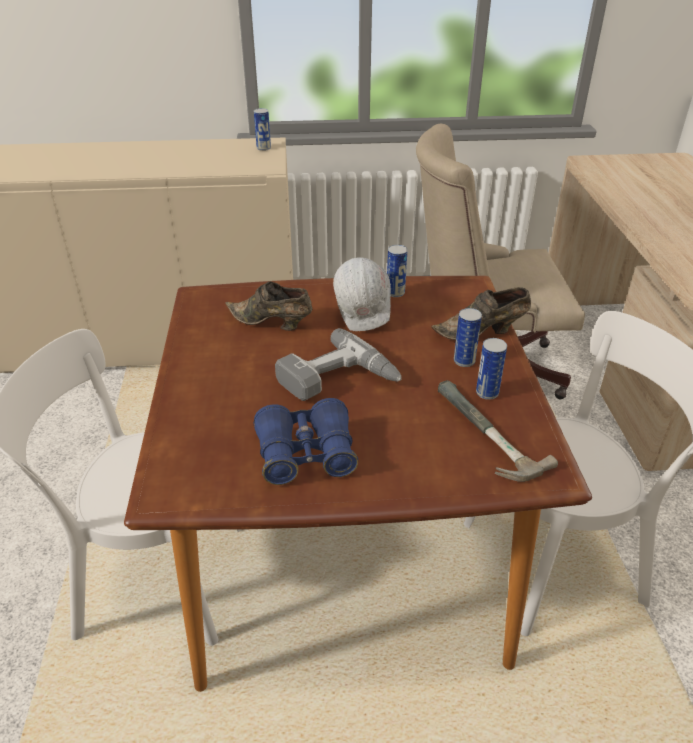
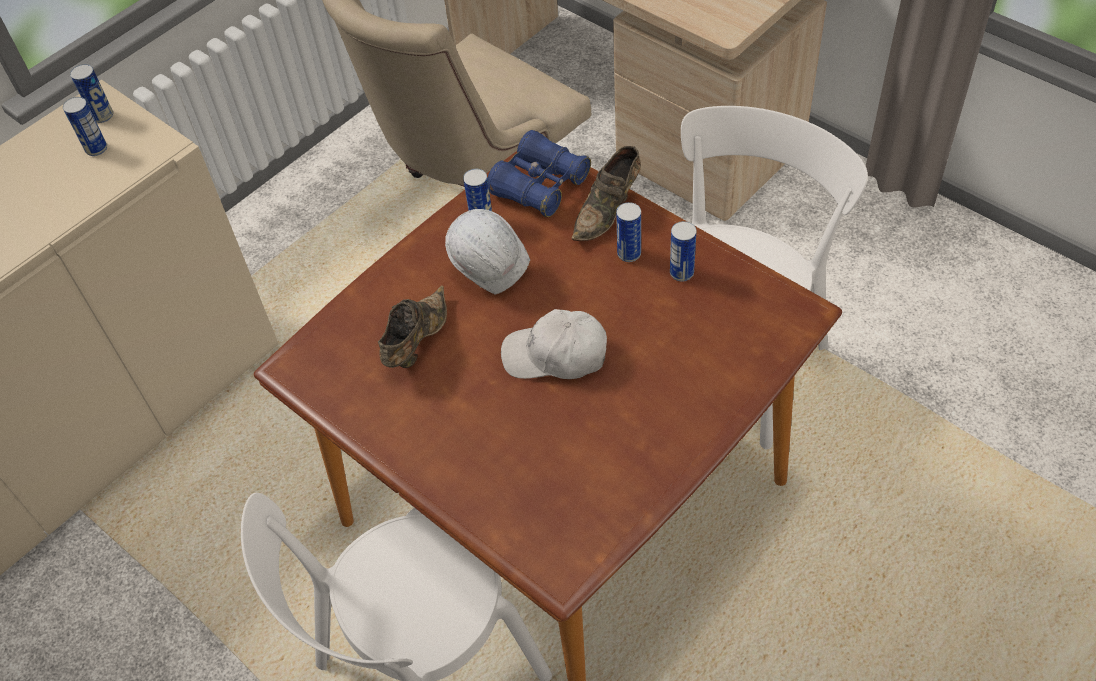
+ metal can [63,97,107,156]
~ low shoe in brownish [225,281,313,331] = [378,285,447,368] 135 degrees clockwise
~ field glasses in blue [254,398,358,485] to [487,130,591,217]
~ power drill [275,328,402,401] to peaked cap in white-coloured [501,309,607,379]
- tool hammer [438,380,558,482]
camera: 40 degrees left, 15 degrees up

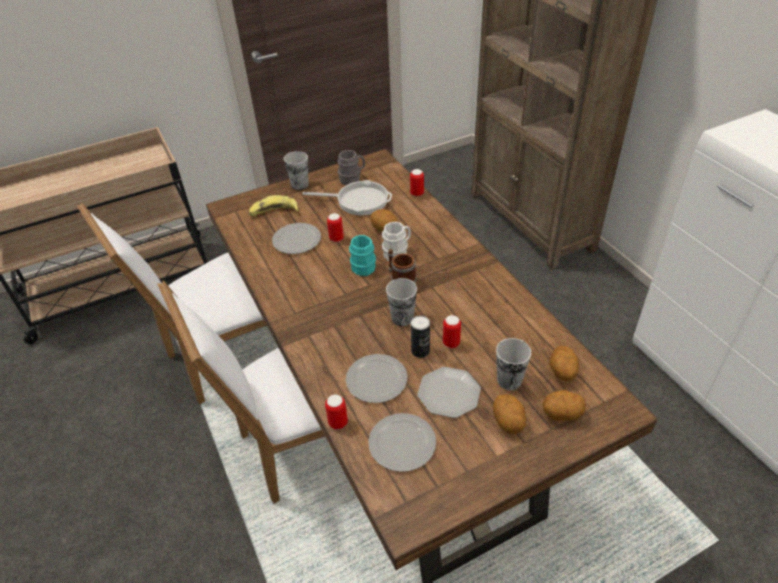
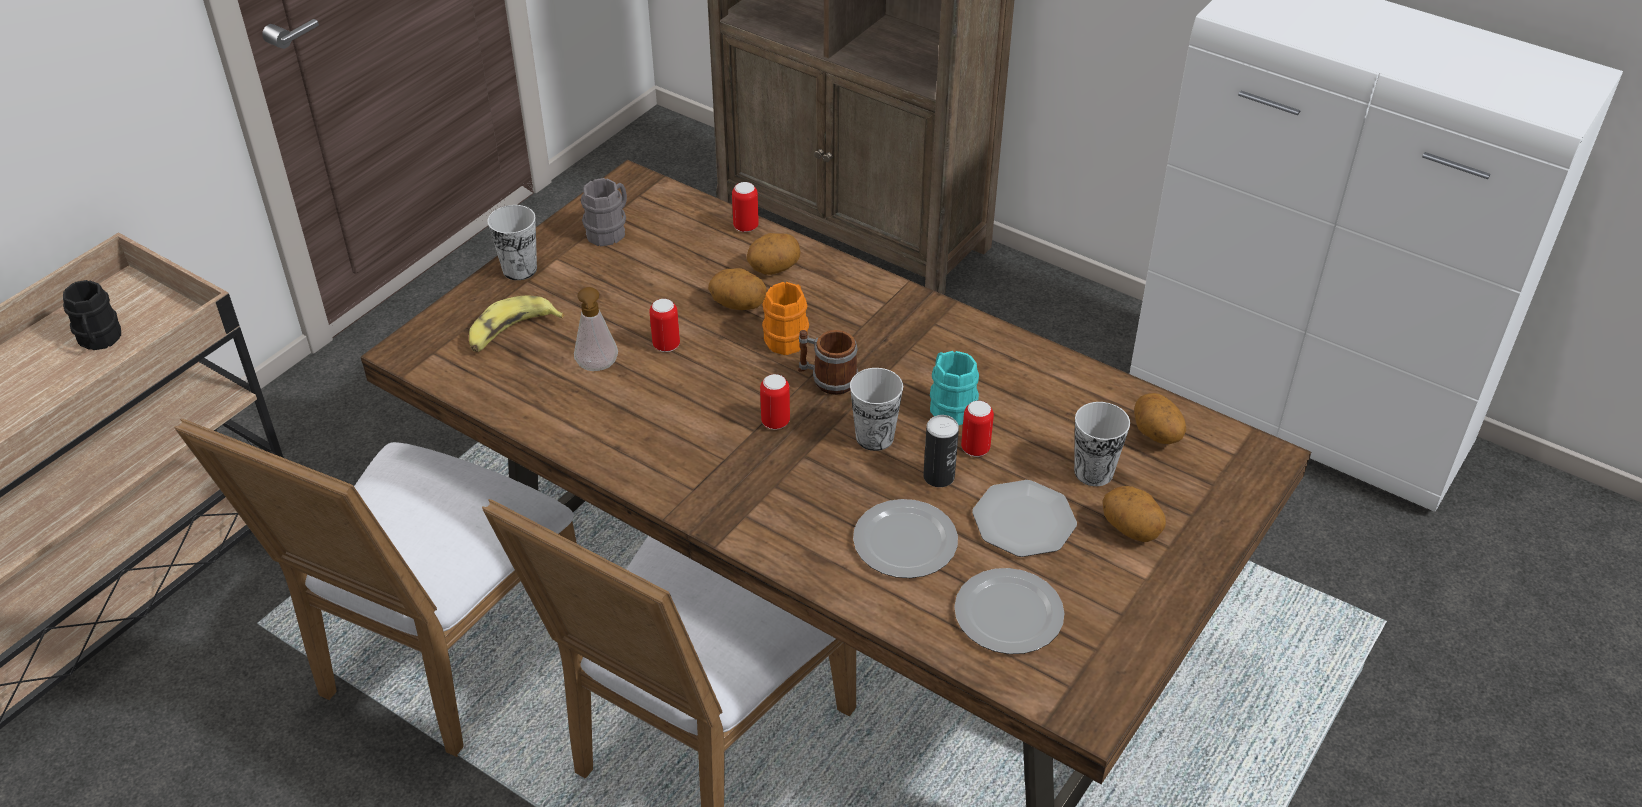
+ tea mug in black-coloured [63,280,121,350]
~ dinner plate [272,223,321,254] to soap dispenser [574,287,618,371]
~ whole potato [542,390,586,421] to [747,233,800,275]
~ metal can [325,394,348,429] to [760,374,790,430]
~ tea mug in white-coloured [382,222,411,261] to tea mug in orange-coloured [762,282,809,355]
~ tea mug in blue-green [349,235,376,276] to [930,351,979,425]
- pan [303,180,392,215]
camera: 30 degrees left, 0 degrees up

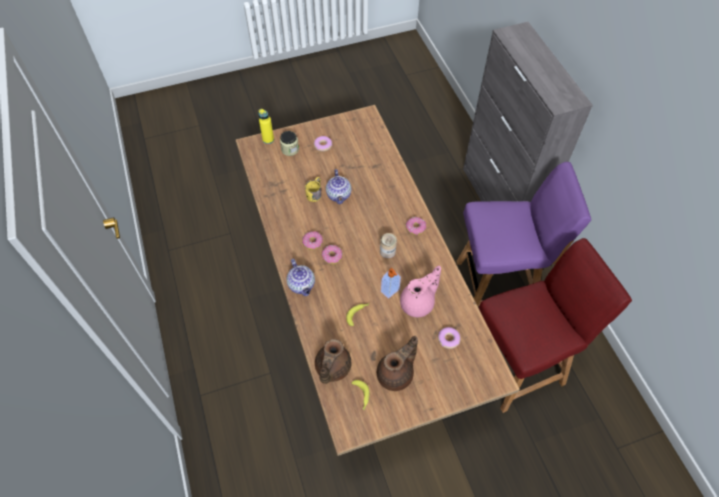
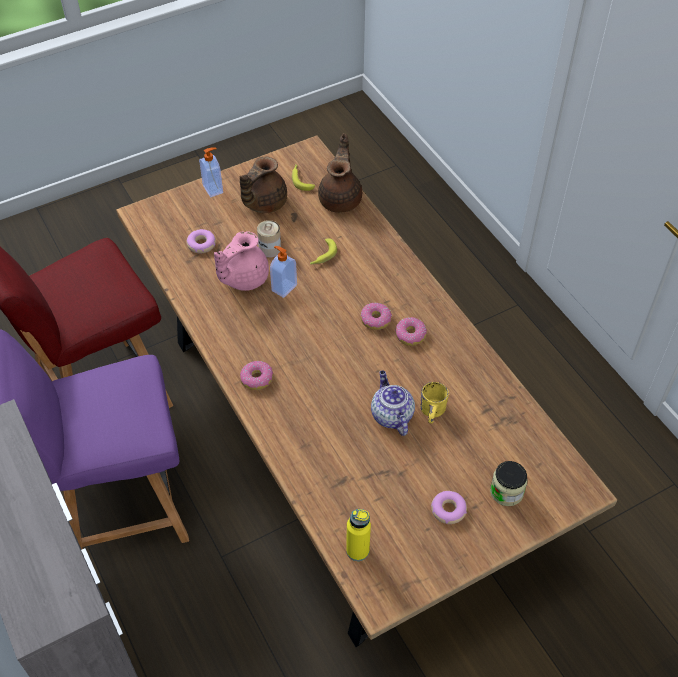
+ soap dispenser [199,147,223,197]
~ metal can [380,233,397,258] to [257,220,281,258]
~ beverage bottle in yellowish [259,109,274,144] to [346,509,371,561]
- pot for tea [287,259,315,296]
camera: 170 degrees right, 5 degrees down

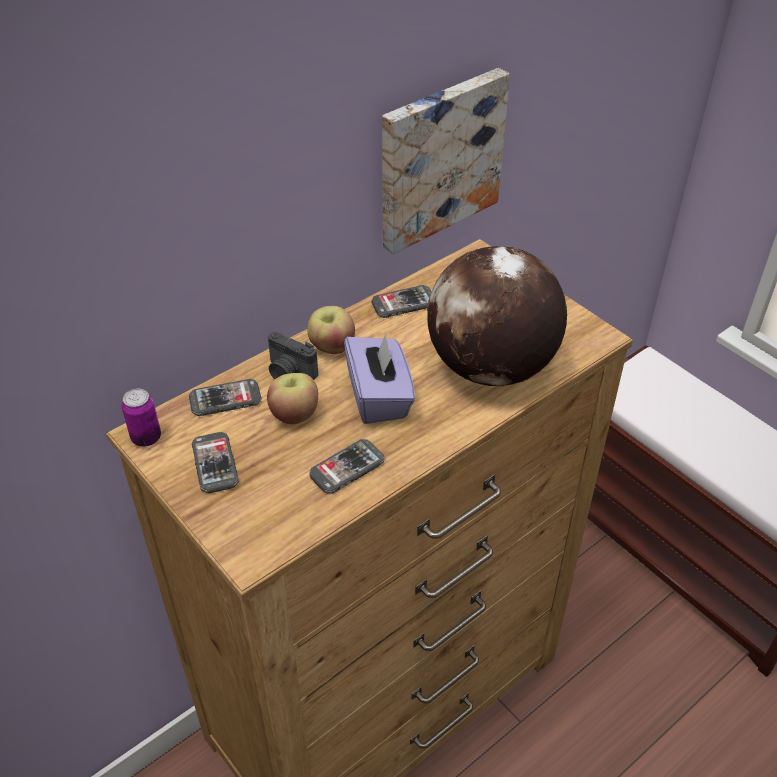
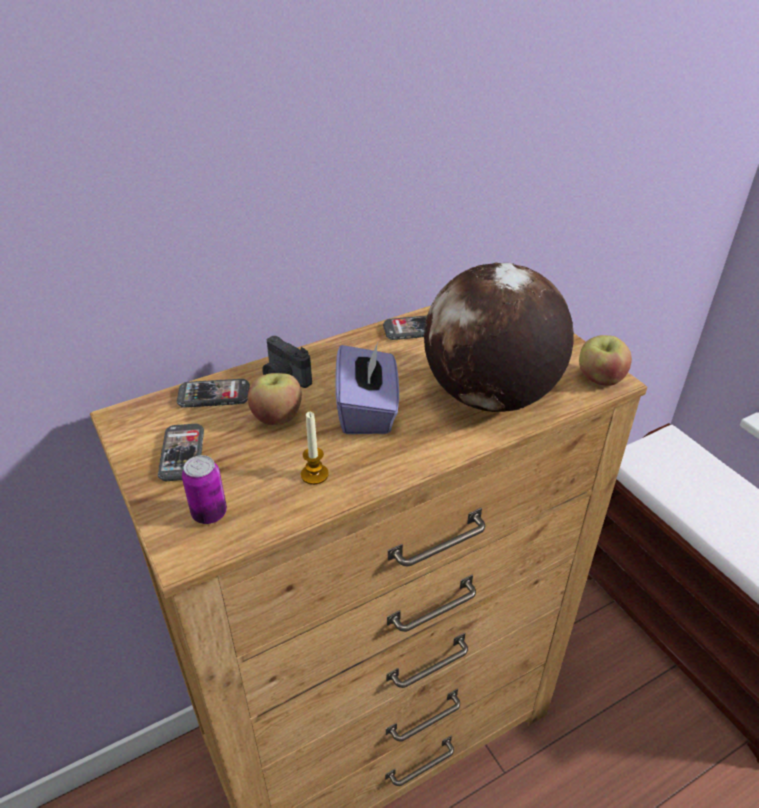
~ metal can [122,389,161,447] to [182,455,227,524]
~ handset [309,439,384,494] to wax light [301,412,329,485]
~ apple fruit [307,306,355,354] to [579,335,632,386]
- wall picture [382,68,510,254]
camera: 10 degrees right, 5 degrees down

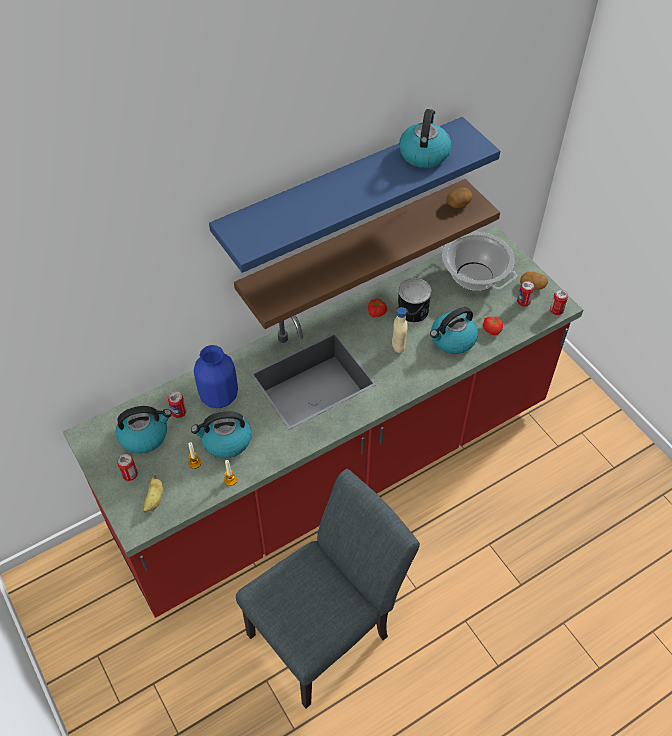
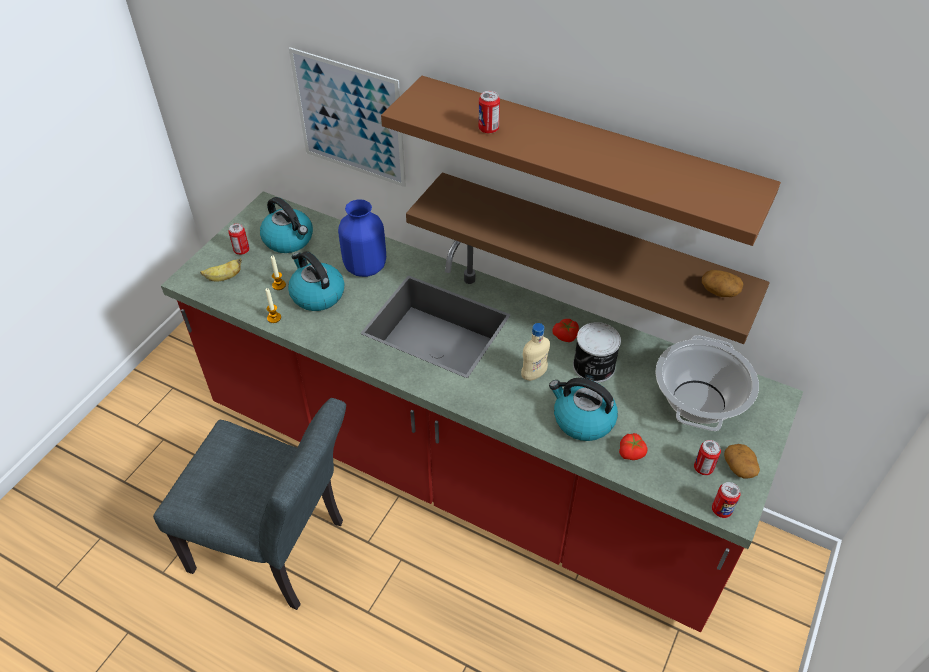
+ wall picture [289,48,406,187]
~ bracket shelf in blue [209,117,500,273] to bracket shelf in brownish [381,76,781,246]
~ metal can [168,392,186,418] to [478,91,500,134]
- water kettle [399,109,451,168]
camera: 60 degrees right, 5 degrees down

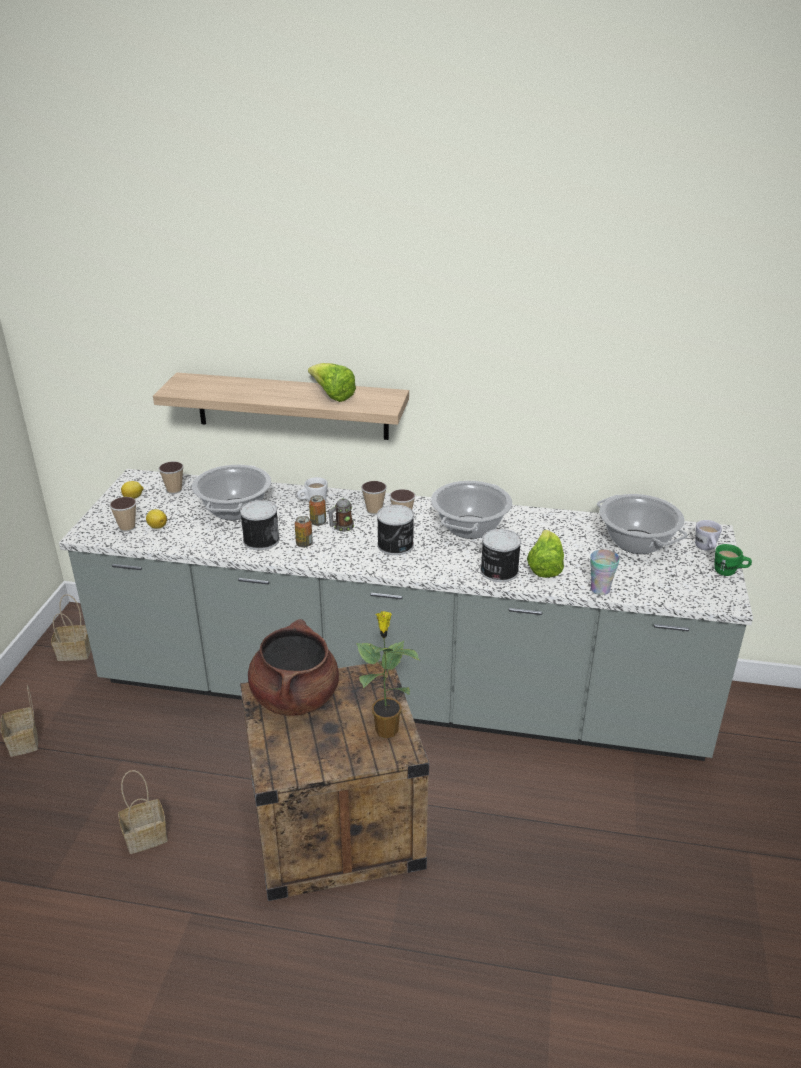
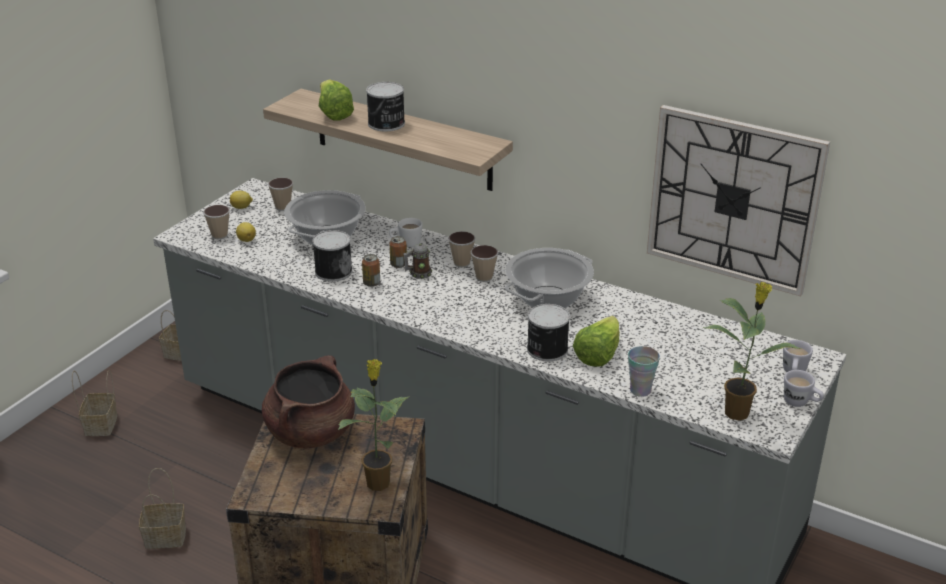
~ lettuce head [308,363,356,402] to [319,79,354,121]
~ metal can [377,505,414,555] to [366,82,405,132]
+ wall clock [647,105,830,297]
+ plant in a pot [703,282,801,421]
~ tea mug in green-coloured [715,544,752,576] to tea mug in white-coloured [784,370,824,407]
- stockpot [597,494,688,554]
camera: 20 degrees right, 0 degrees up

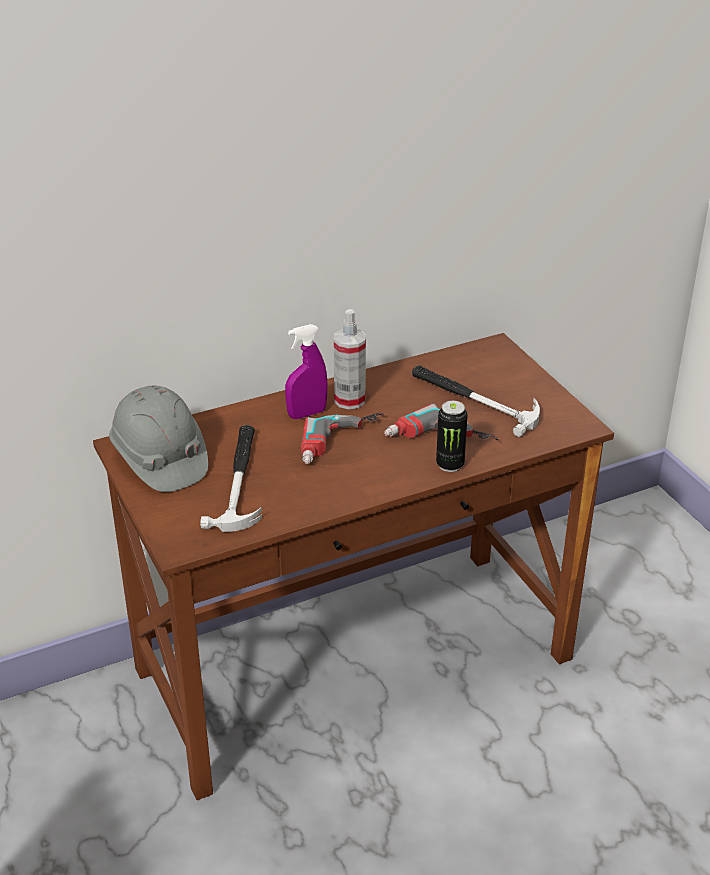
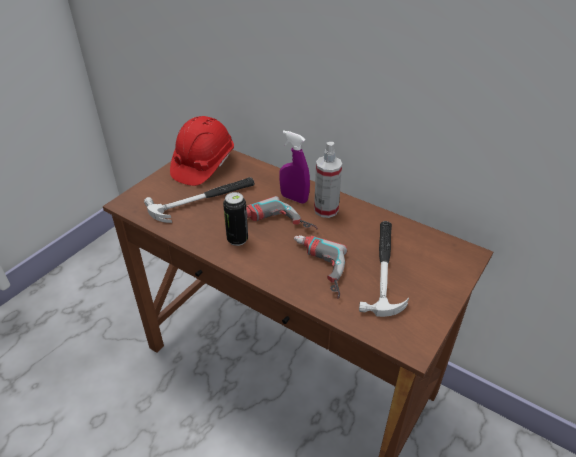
~ hard hat in grey [109,386,208,492] to hard hat in red [170,116,234,186]
~ metal can [436,401,468,472] to [223,192,248,246]
camera: 60 degrees right, 5 degrees up

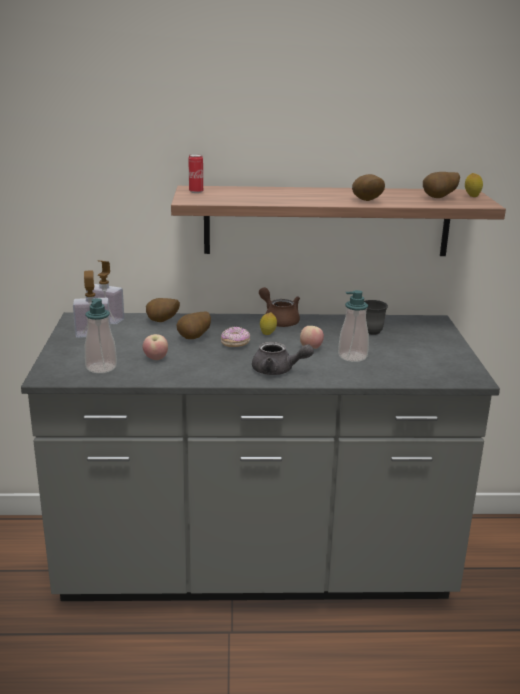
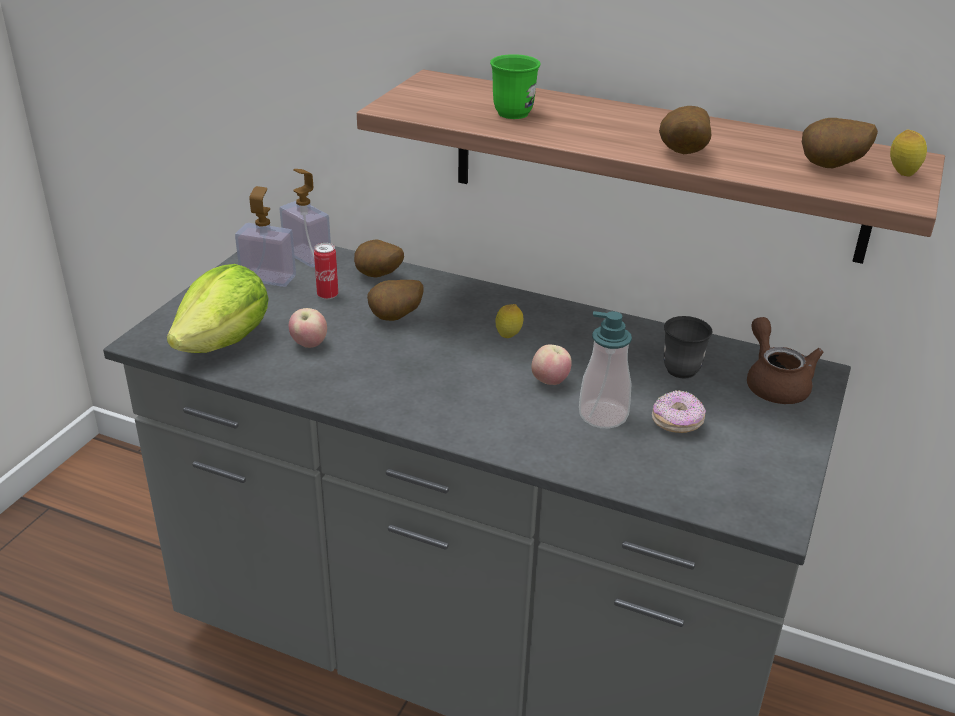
~ soap dispenser [85,298,117,373] to lettuce head [167,264,269,353]
~ metal can [188,154,203,193] to [314,243,338,299]
+ tea mug in green-coloured [490,54,541,119]
~ ring doughnut [221,326,250,347] to [652,390,706,433]
~ pot for tea in brownish [259,287,300,327] to [747,317,824,404]
- pot for tea in grey [252,342,314,375]
camera: 25 degrees right, 10 degrees up

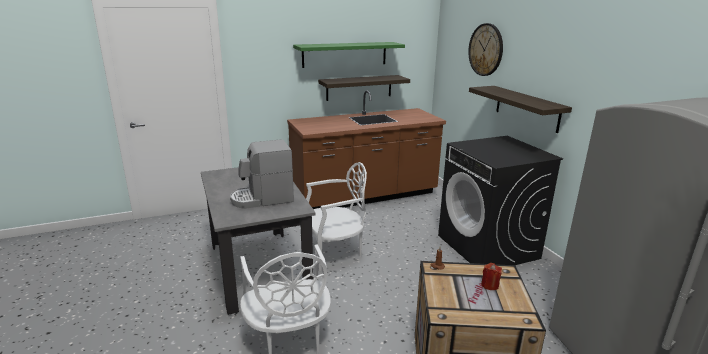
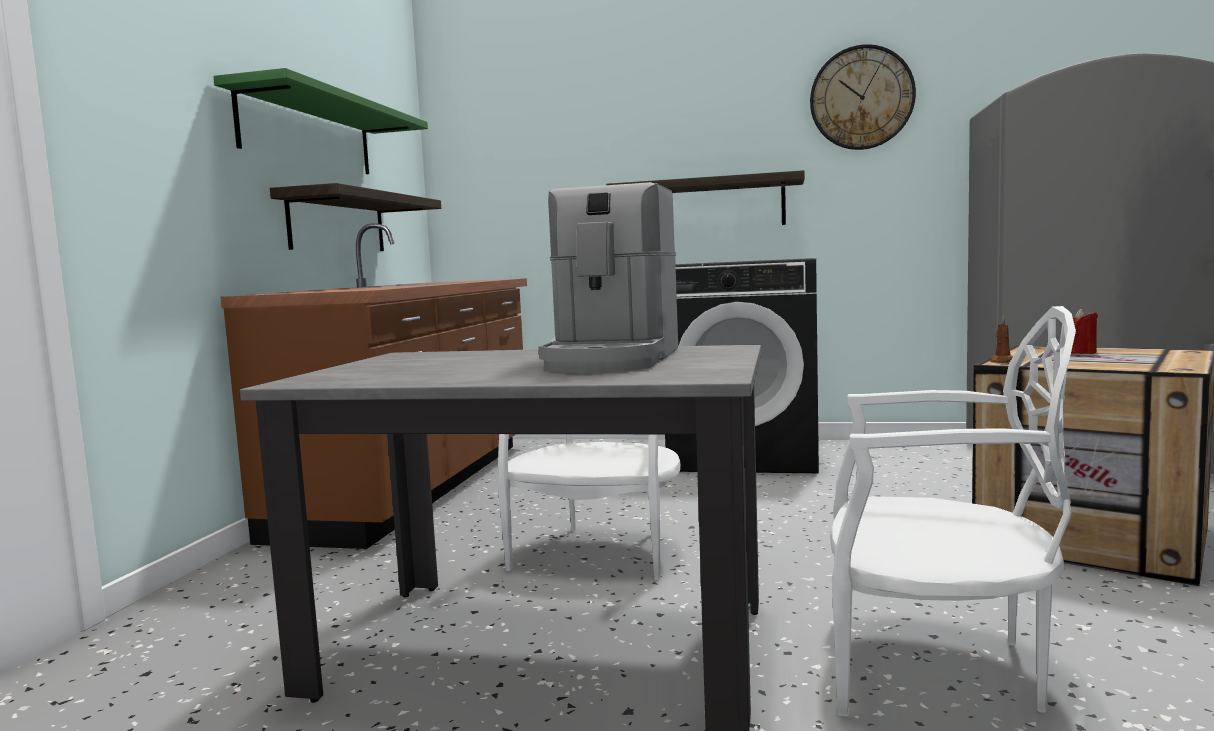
~ wall clock [468,23,503,76] to [810,44,916,150]
camera: 55 degrees left, 15 degrees down

